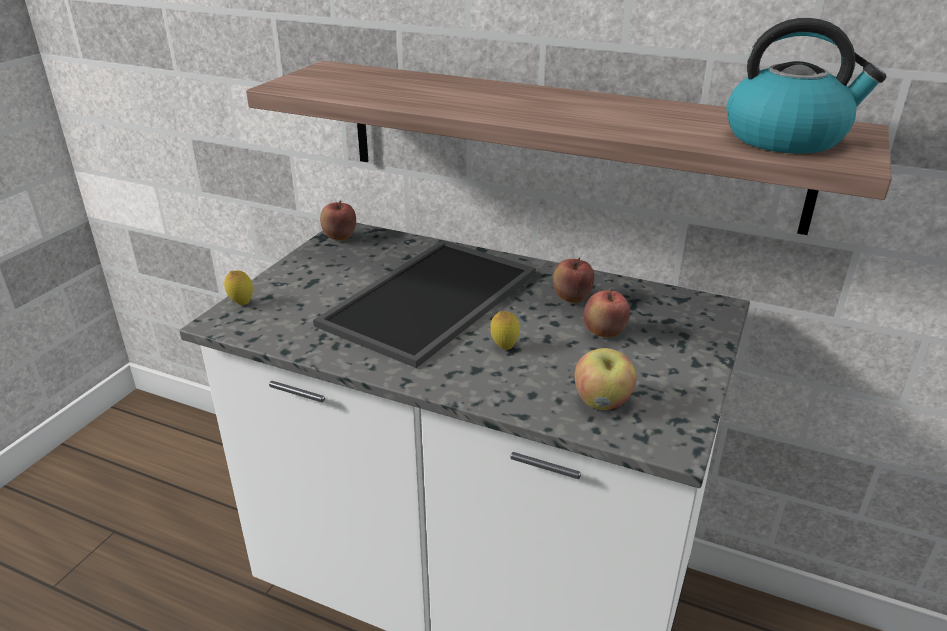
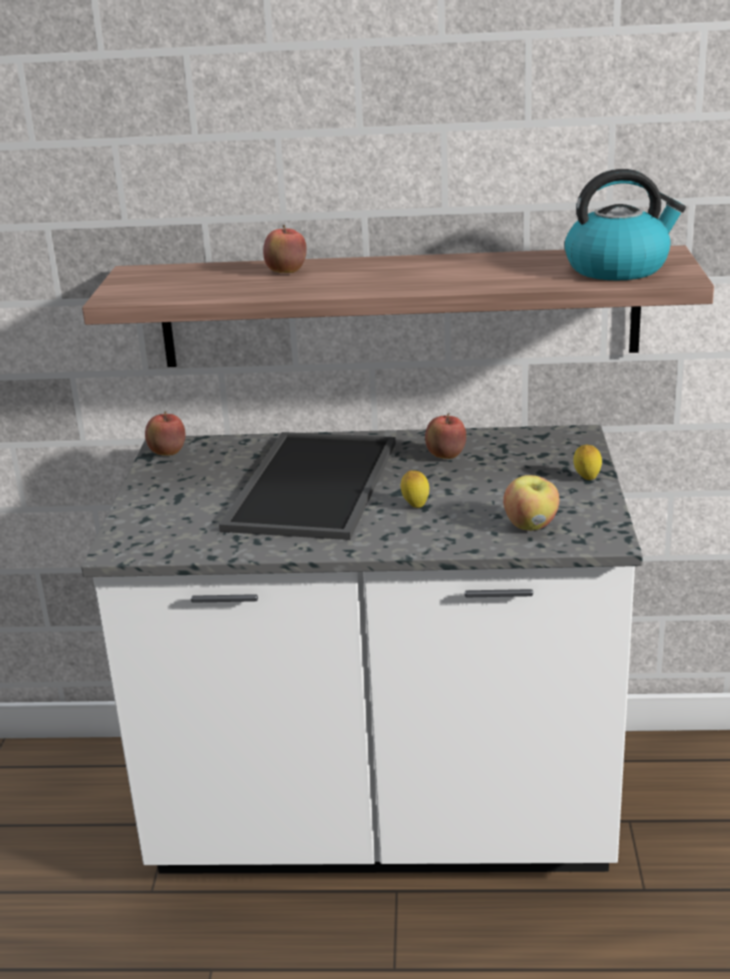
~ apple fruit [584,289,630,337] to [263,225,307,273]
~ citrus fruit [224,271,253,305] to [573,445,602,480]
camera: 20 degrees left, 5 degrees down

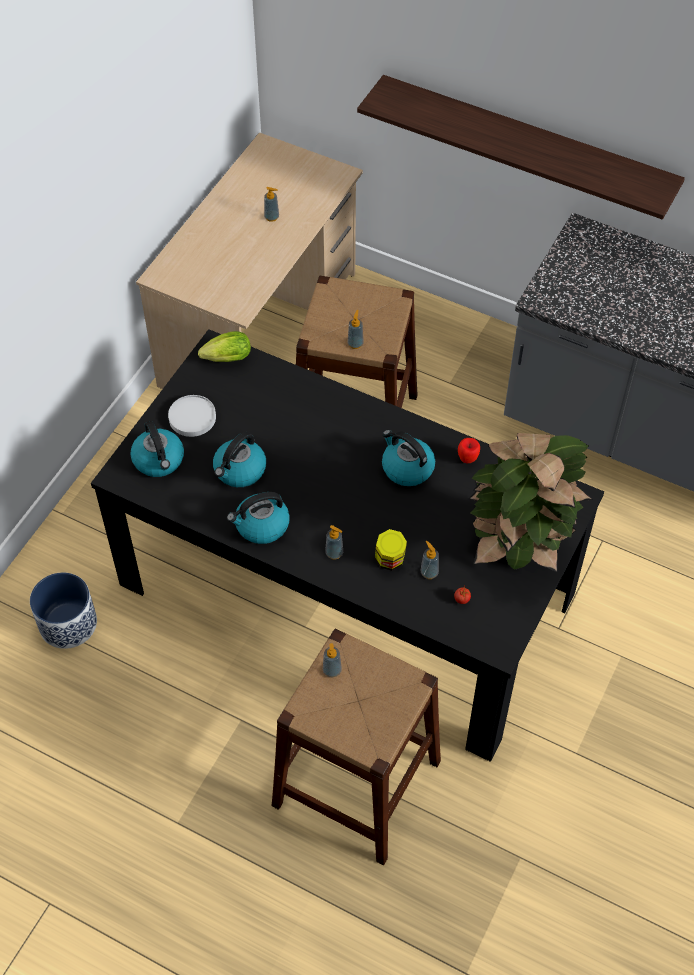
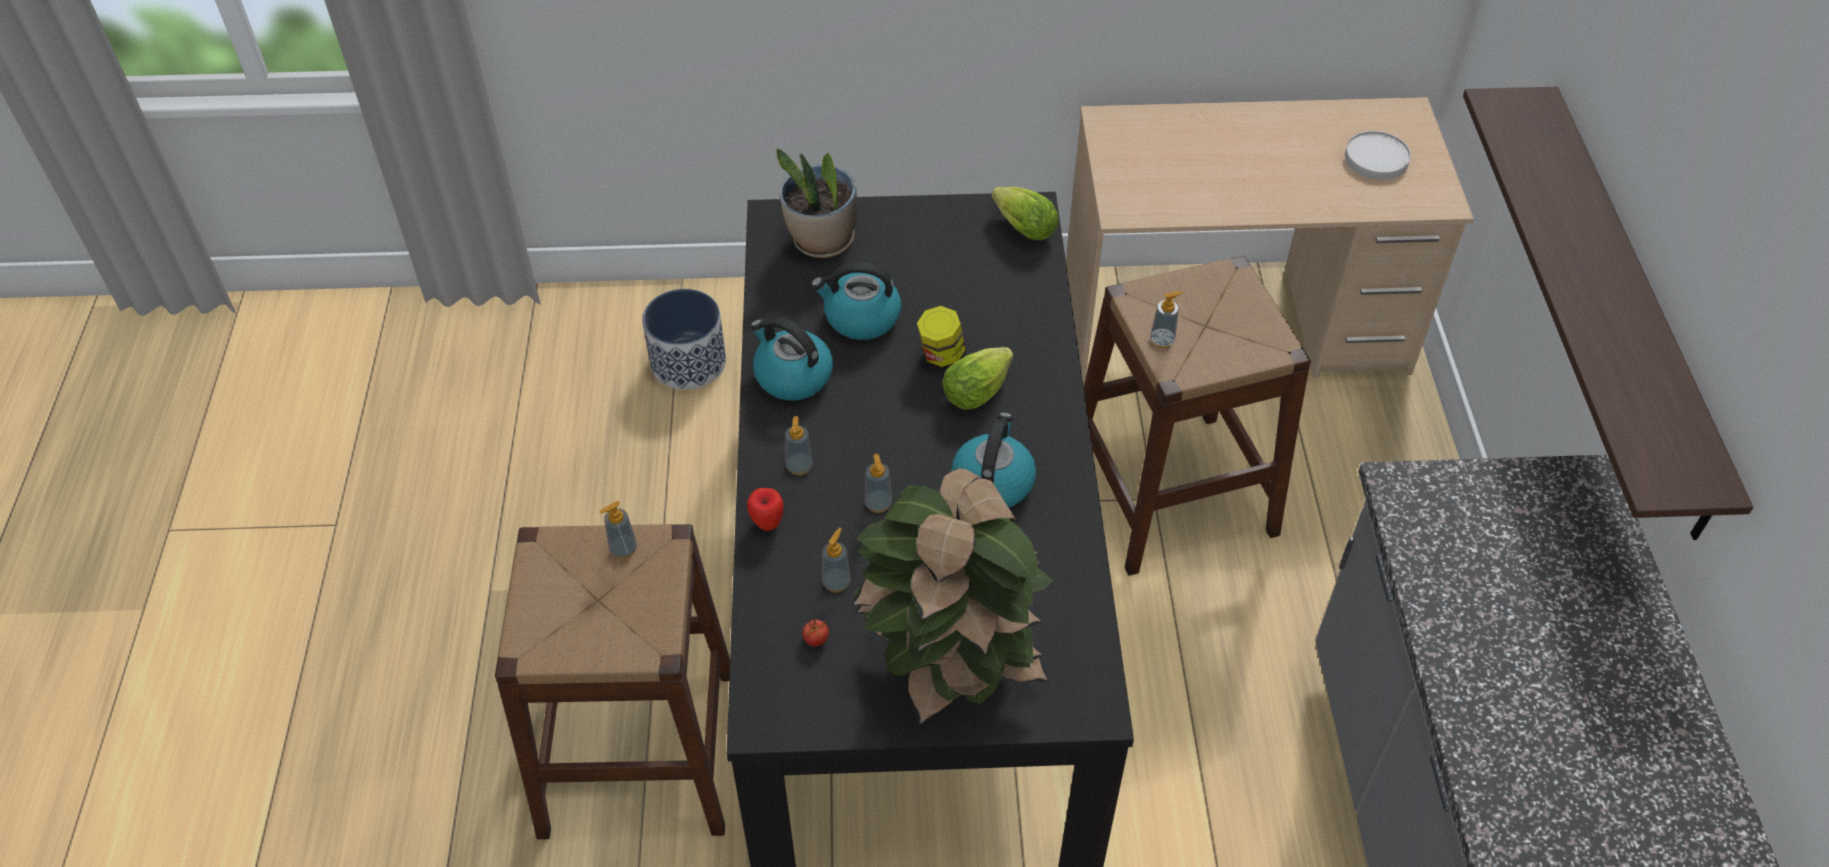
~ apple fruit [458,438,480,463] to [747,488,784,531]
~ water kettle [130,421,184,477] to plant in a pot [776,148,857,258]
~ soap dispenser [264,187,279,222] to [865,454,892,513]
~ preserve jar [375,529,407,570] to [917,306,966,370]
+ lettuce head [942,347,1013,410]
~ dinner plate in white-coloured [168,395,216,437] to [1345,131,1411,180]
camera: 60 degrees right, 5 degrees down

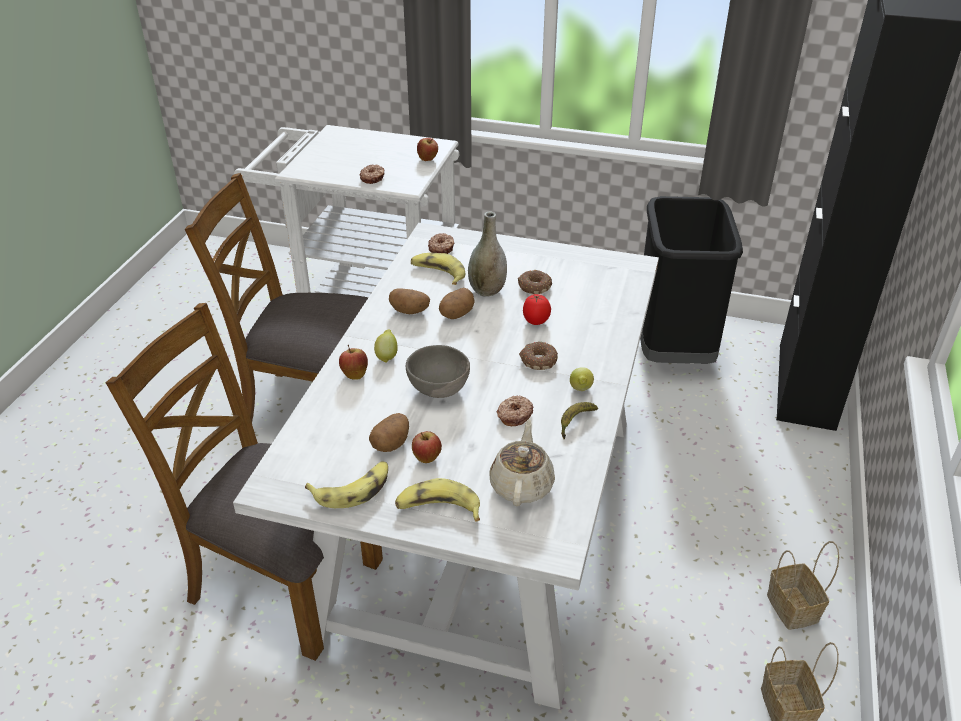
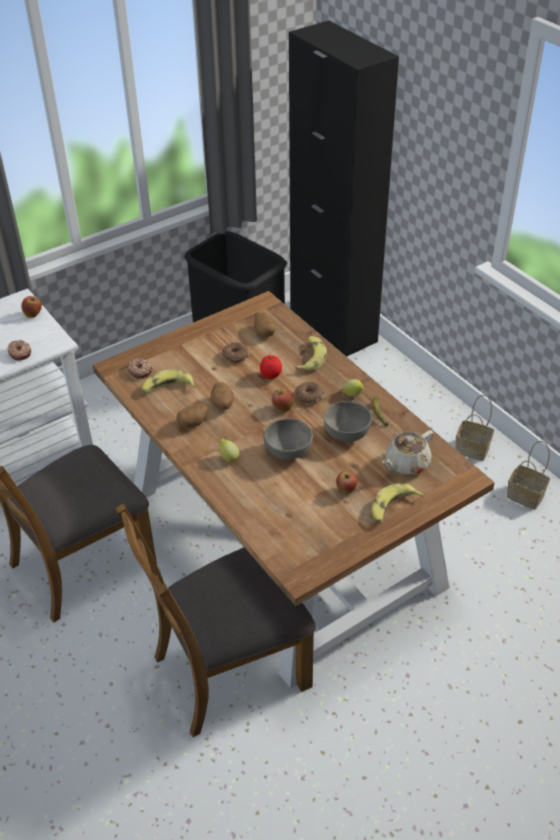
~ dinner table in white-coloured [233,223,659,709] to dinner table in brownish [93,291,495,688]
~ whole potato [369,413,409,452] to [254,313,276,337]
~ apple fruit [339,344,368,380] to [272,389,294,412]
~ banana fruit [305,461,388,508] to [295,336,327,371]
~ ring doughnut [497,395,533,426] to deep dish in grey [324,401,372,442]
~ pot for tea in sand-coloured [489,419,555,506] = [382,430,433,475] 90 degrees counterclockwise
- vase in grey [468,211,507,297]
camera: 50 degrees left, 5 degrees up

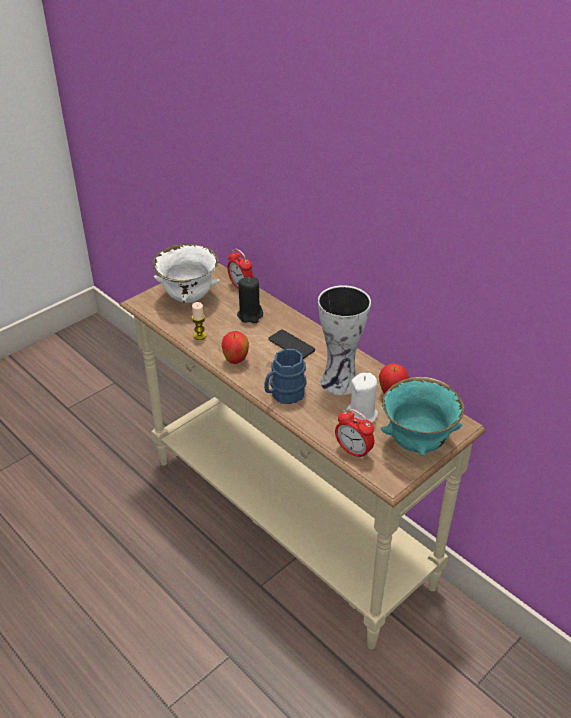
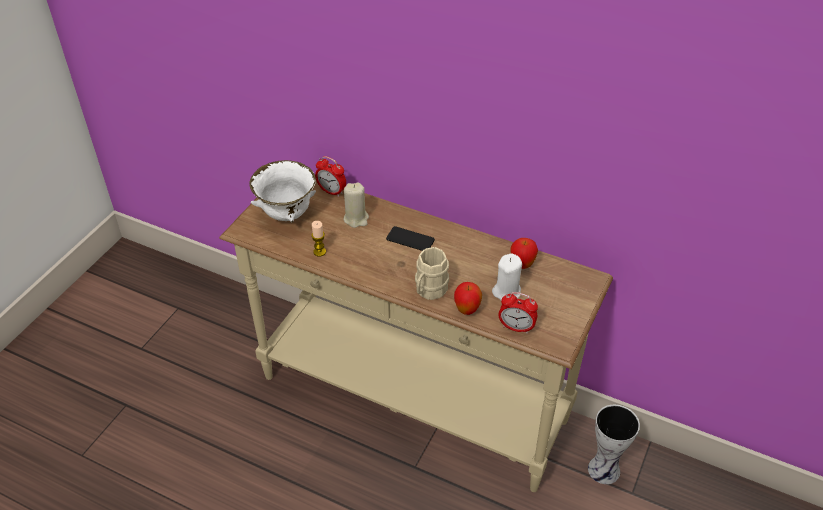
~ wax light in black-coloured [237,277,263,323] to wax light in sand-coloured [344,182,369,228]
~ tea mug in blue [264,349,306,404] to tea mug in sand-coloured [415,247,449,300]
~ apple fruit [221,331,249,364] to [454,282,482,315]
~ vase [318,285,371,395] to [588,405,640,484]
- deep dish in blue-green [381,377,464,456]
camera: 20 degrees left, 5 degrees up

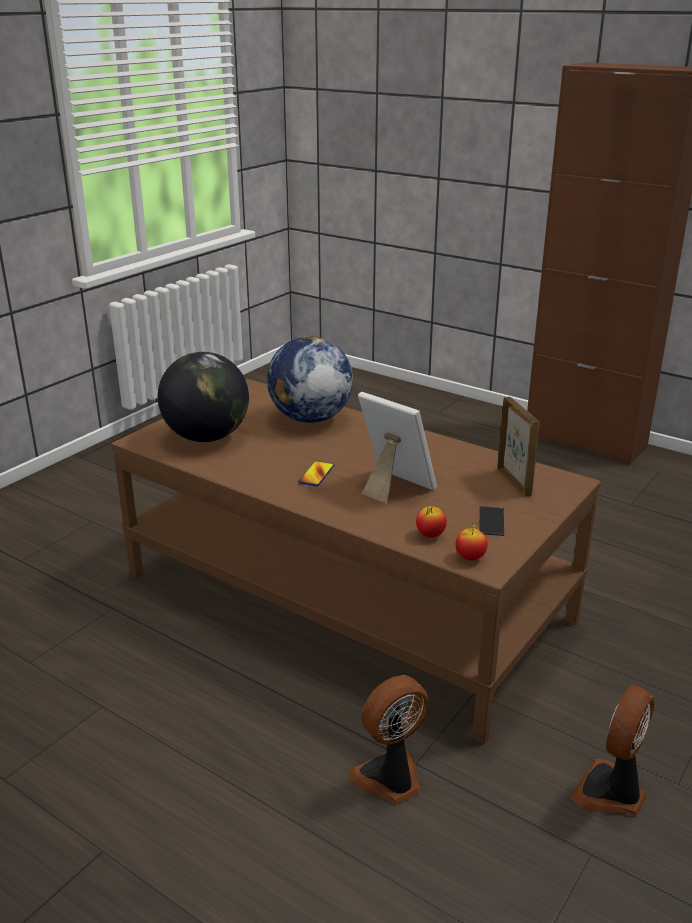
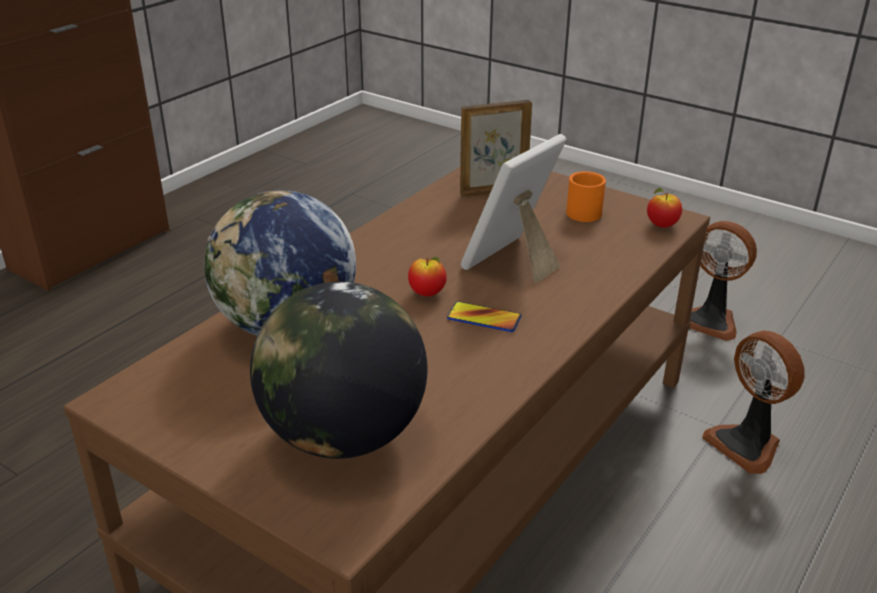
~ apple fruit [416,506,447,538] to [408,257,447,296]
~ handset [479,506,504,536] to tea mug in orange-coloured [566,171,606,222]
camera: 90 degrees left, 5 degrees up

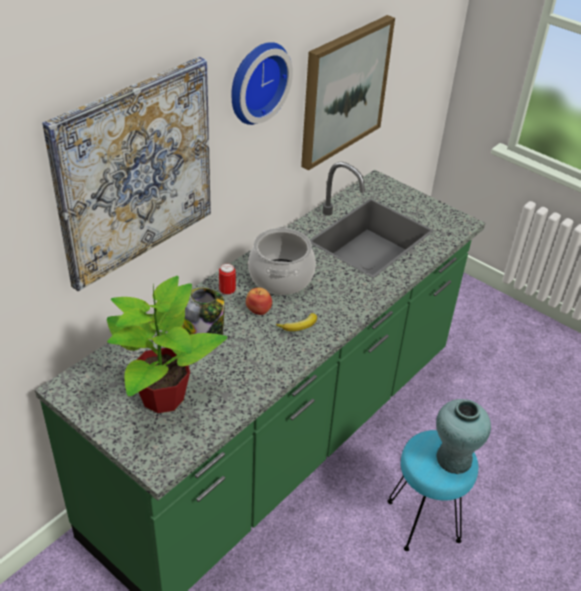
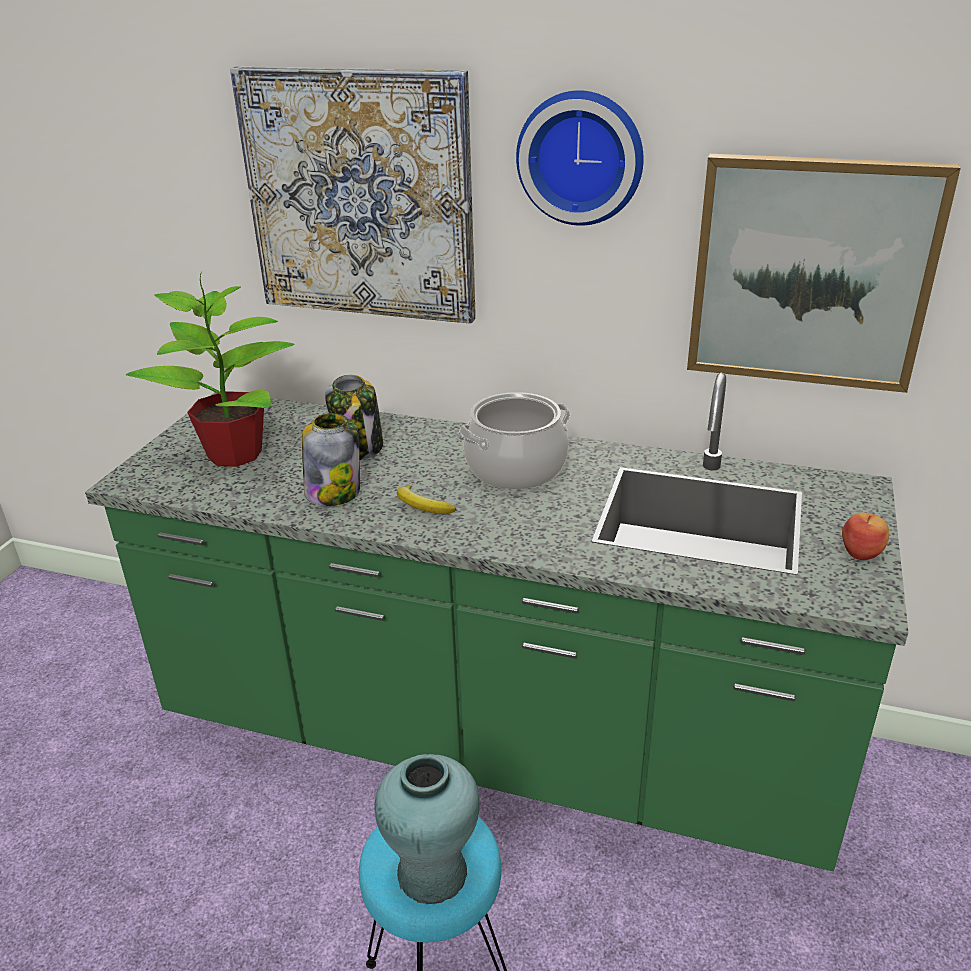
+ preserve jar [302,413,360,506]
~ apple fruit [246,288,272,315] to [842,513,889,560]
- metal can [219,263,236,296]
camera: 70 degrees right, 10 degrees down

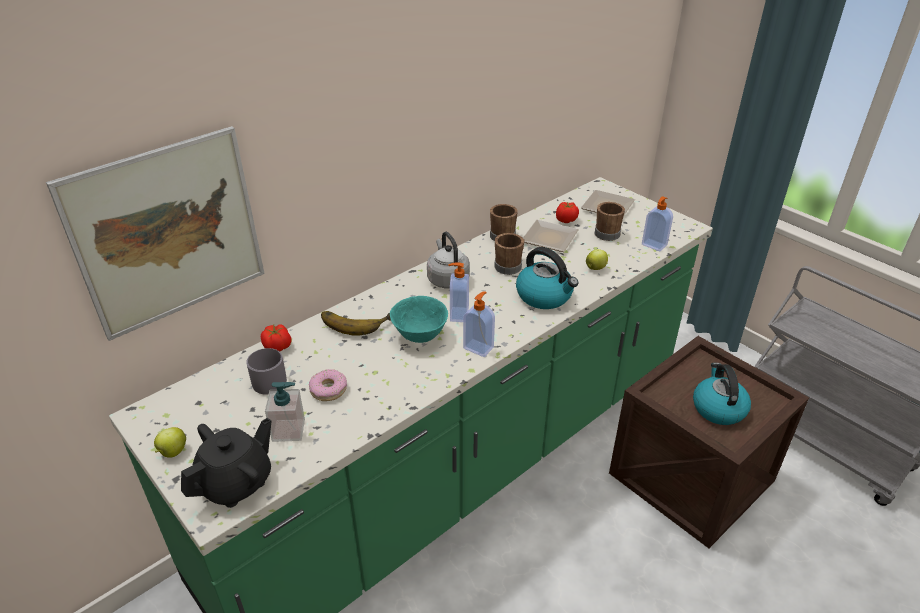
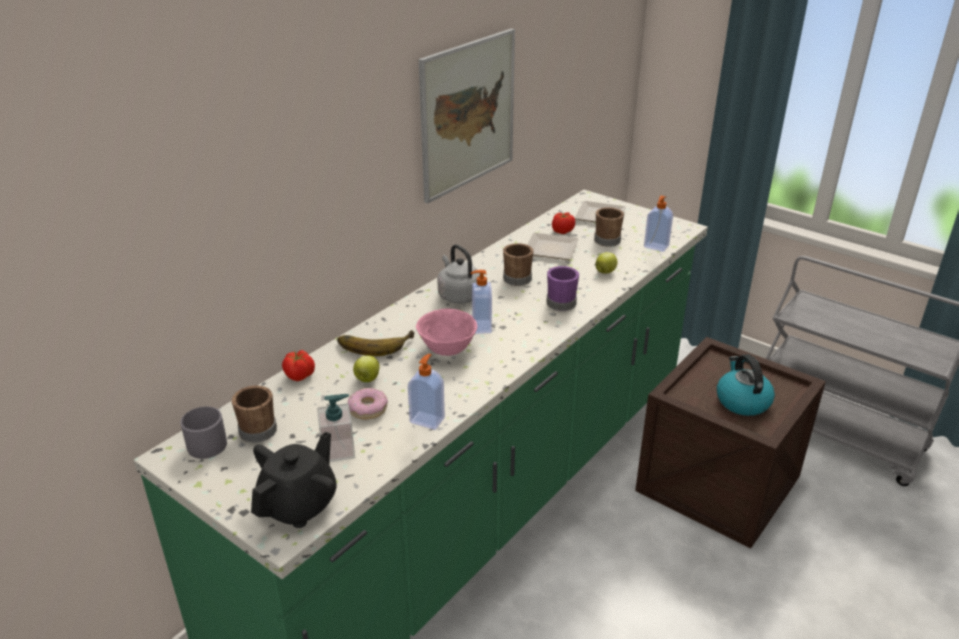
~ tea mug in grey [246,348,287,394] to [180,407,227,459]
~ tea mug in brownish [490,204,518,241] to [232,385,277,443]
~ apple fruit [154,427,186,458] to [353,355,380,382]
~ soap dispenser [463,291,495,357] to [408,354,445,430]
~ deep dish in blue-green [390,296,448,343] to deep dish in pink-coloured [416,309,477,356]
~ wall picture [46,126,265,341] to [419,29,515,204]
~ water kettle [516,247,578,309] to tea mug in purple [547,266,579,311]
camera: 10 degrees left, 5 degrees down

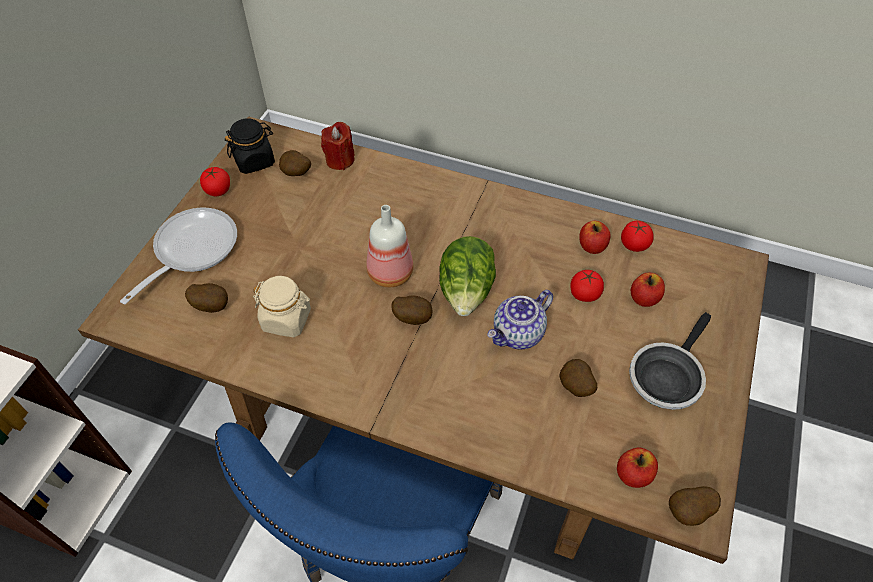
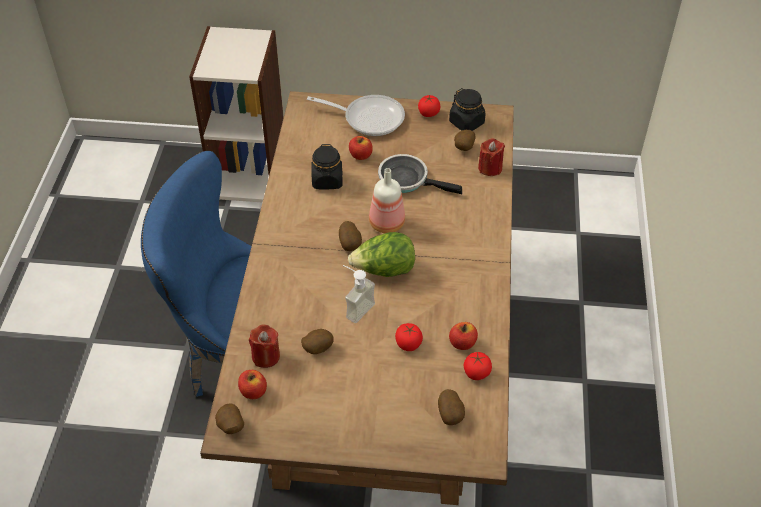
+ wax light in red [249,324,280,368]
~ preserve jar in sand-coloured [253,276,311,337] to preserve jar in black-coloured [311,144,343,190]
~ pot for tea [487,290,553,350] to soap dispenser [343,265,375,323]
~ apple fruit [631,273,665,307] to [349,136,373,160]
~ pan [629,312,711,410] to [378,154,462,194]
~ whole potato [185,283,228,313] to [438,389,465,425]
camera: 75 degrees right, 5 degrees down

